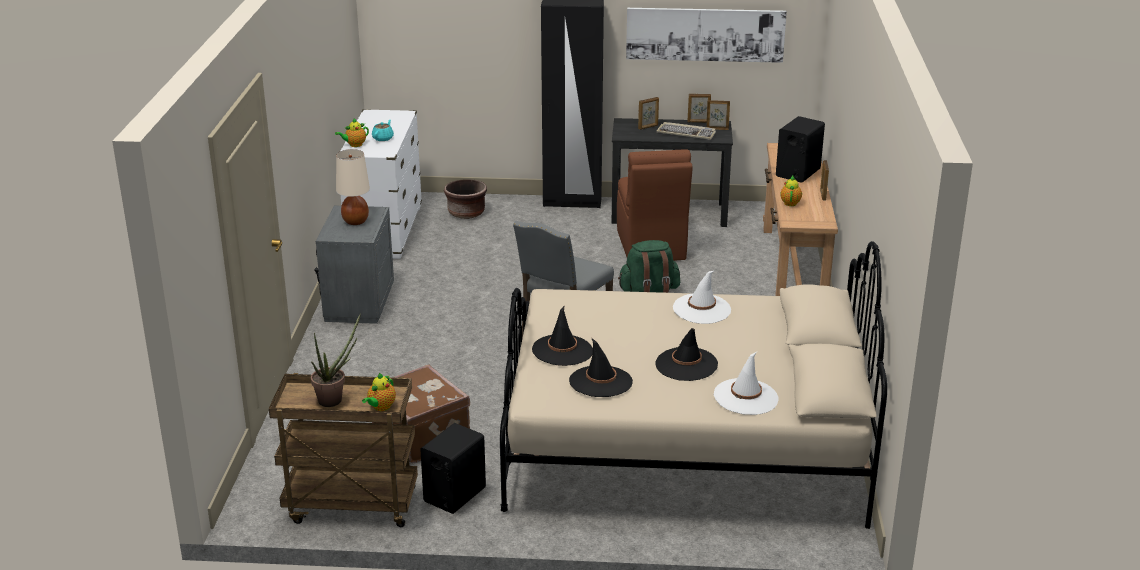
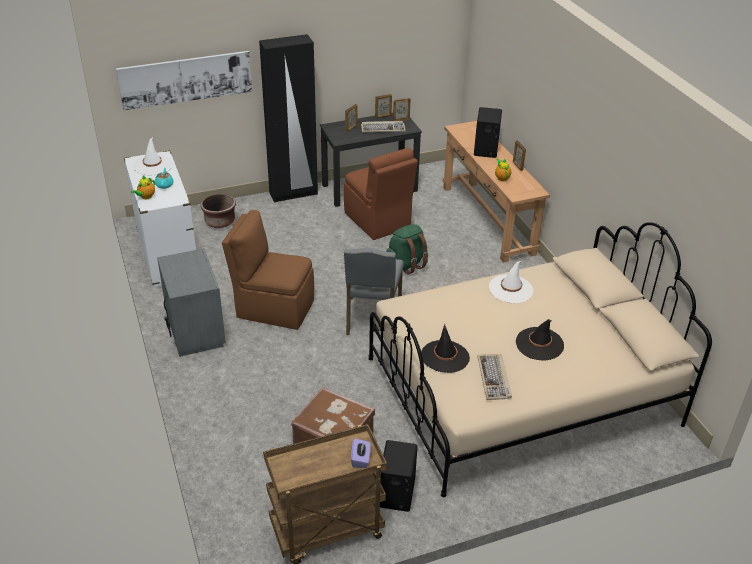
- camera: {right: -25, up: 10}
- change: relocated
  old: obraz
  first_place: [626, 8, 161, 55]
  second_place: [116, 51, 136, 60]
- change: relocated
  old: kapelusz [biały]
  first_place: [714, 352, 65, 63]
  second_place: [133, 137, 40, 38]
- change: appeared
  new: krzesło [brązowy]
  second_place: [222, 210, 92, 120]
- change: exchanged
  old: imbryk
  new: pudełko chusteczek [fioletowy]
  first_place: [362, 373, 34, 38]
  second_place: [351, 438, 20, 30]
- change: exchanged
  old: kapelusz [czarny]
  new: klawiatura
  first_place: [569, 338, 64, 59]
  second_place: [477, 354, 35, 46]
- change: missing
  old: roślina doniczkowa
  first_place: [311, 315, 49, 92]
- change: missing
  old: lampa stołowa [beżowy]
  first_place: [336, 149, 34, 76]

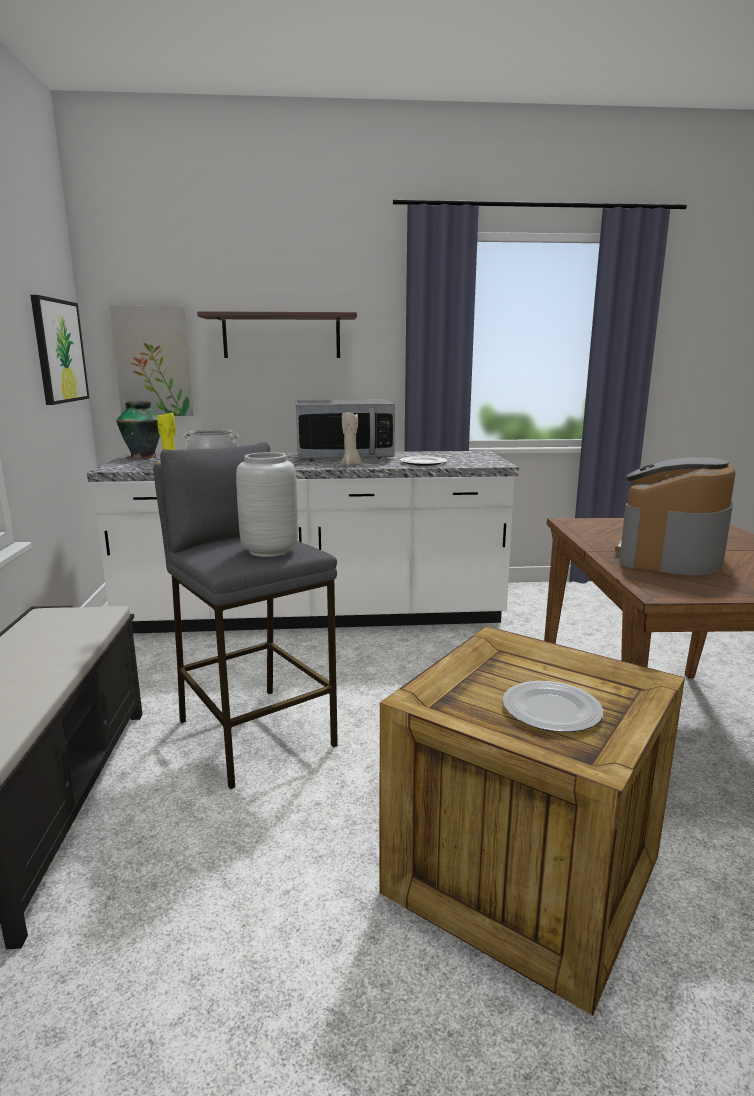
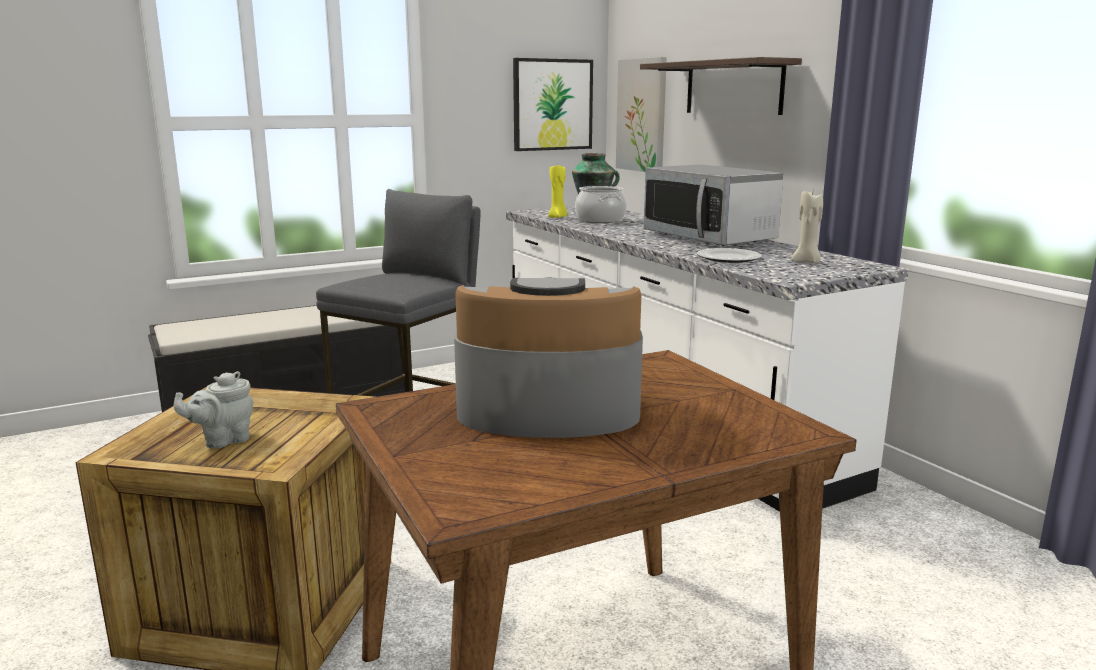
- camera: {right: 65, up: 0}
- change: exchanged
  old: talerz
  new: imbryk [szary]
  first_place: [502, 681, 101, 51]
  second_place: [174, 371, 79, 77]
- change: relocated
  old: świeca [beżowy]
  first_place: [341, 412, 21, 54]
  second_place: [791, 191, 32, 72]
- change: missing
  old: wazon [szary]
  first_place: [236, 452, 62, 105]

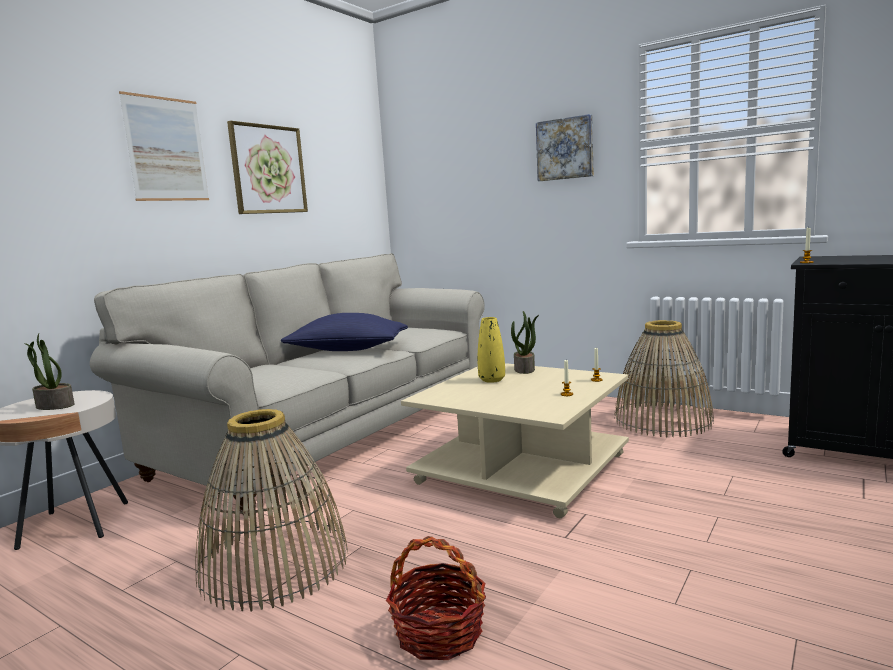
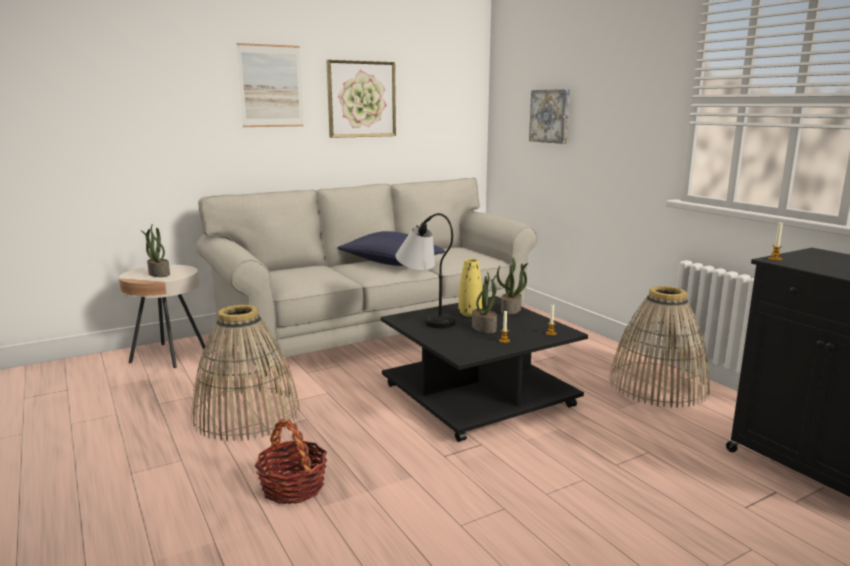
- camera: {right: 25, up: 5}
- change: colour
  old: ława [beżowy]
  new: ława [czarny]
  first_place: [401, 363, 228, 155]
  second_place: [381, 296, 207, 146]
- change: appeared
  new: lampa stołowa
  second_place: [395, 213, 61, 115]
- change: appeared
  new: roślina doniczkowa
  second_place: [472, 271, 26, 62]
- change: relocated
  old: obraz
  first_place: [536, 114, 57, 67]
  second_place: [529, 89, 41, 55]

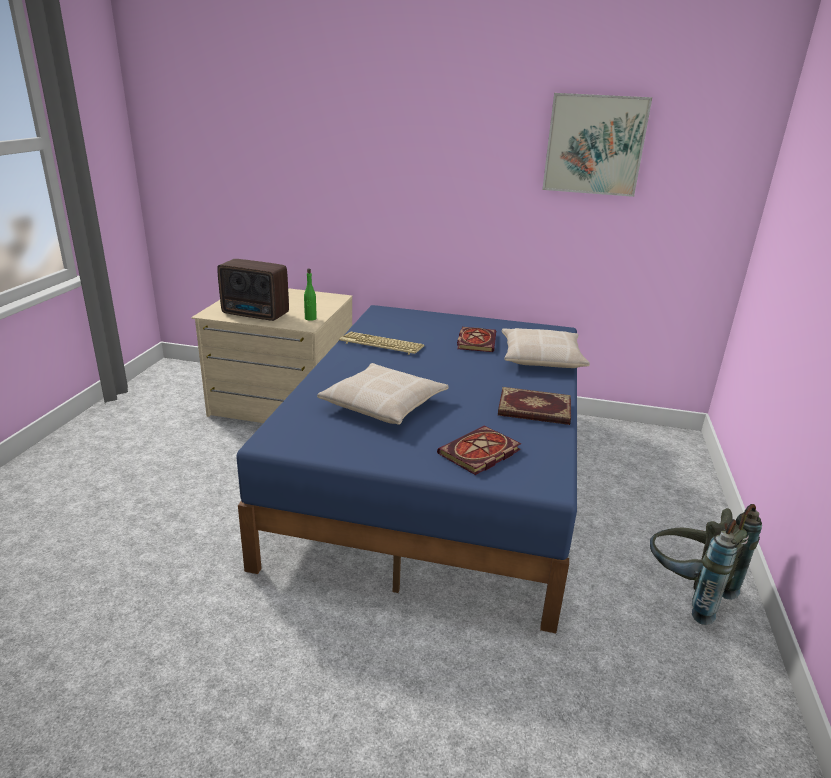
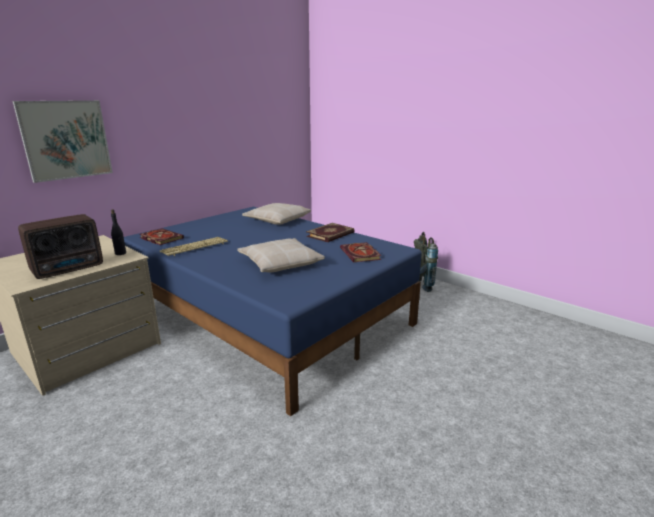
- camera: {right: -60, up: -5}
- change: relocated
  old: obraz
  first_place: [542, 93, 110, 104]
  second_place: [13, 100, 100, 83]
- change: colour
  old: butelka [zielony]
  new: butelka [czarny]
  first_place: [304, 269, 13, 52]
  second_place: [111, 209, 15, 46]
- change: relocated
  old: książka
  first_place: [457, 327, 39, 25]
  second_place: [139, 228, 45, 17]

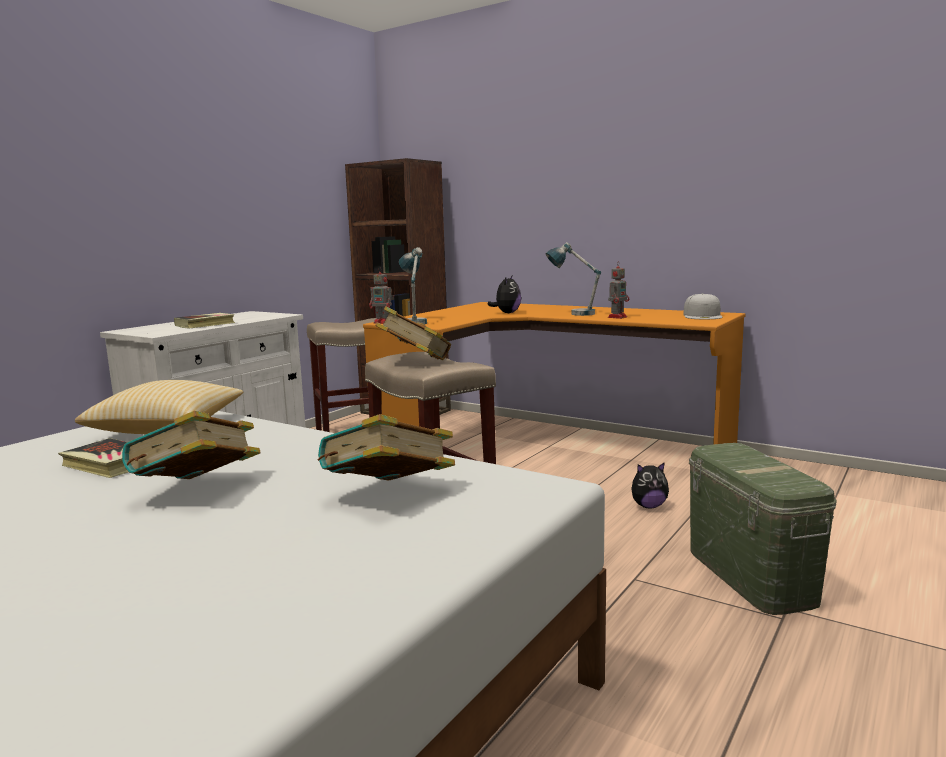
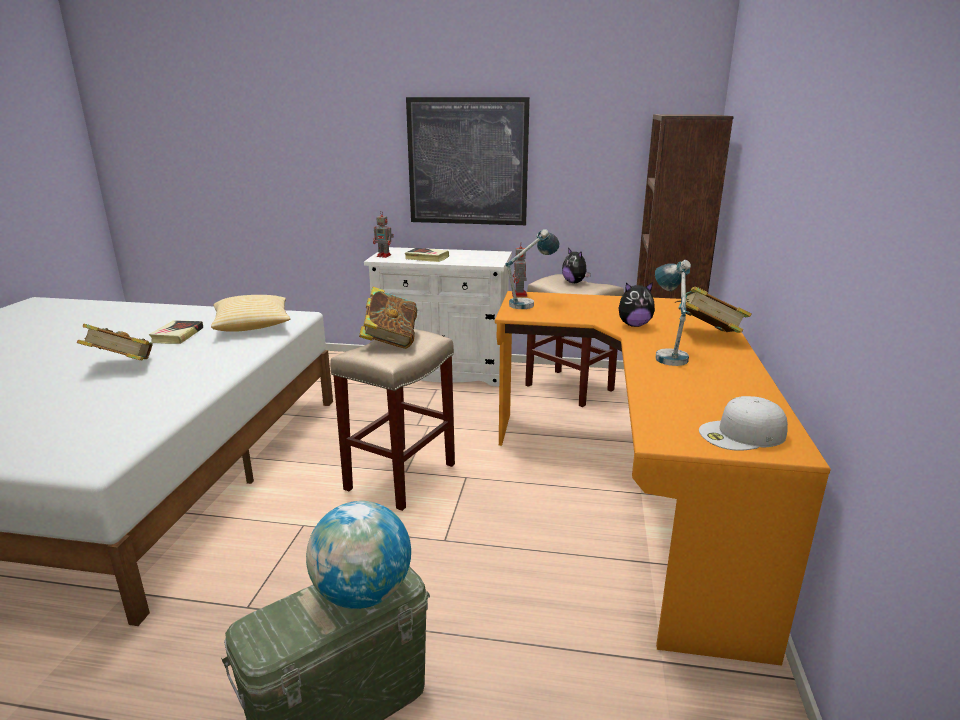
- camera: {right: 65, up: 10}
- change: appeared
  new: globus
  second_place: [306, 501, 105, 108]
- change: relocated
  old: robot zabawkowy
  first_place: [608, 261, 21, 58]
  second_place: [373, 212, 21, 46]
- change: appeared
  new: obraz
  second_place: [406, 97, 124, 128]
- change: relocated
  old: pluszak
  first_place: [631, 462, 38, 47]
  second_place: [562, 248, 29, 35]
- change: relocated
  old: książka
  first_place: [318, 414, 137, 66]
  second_place: [675, 286, 77, 47]

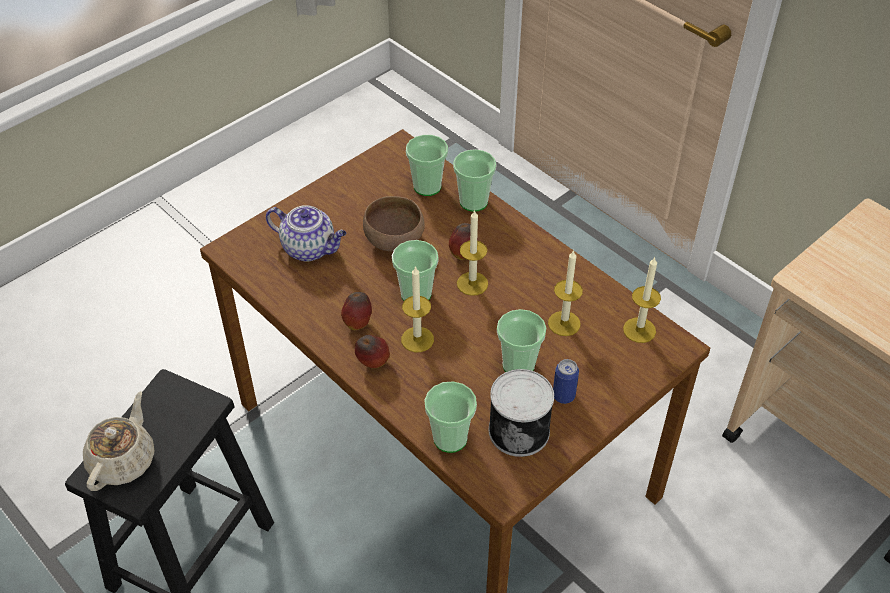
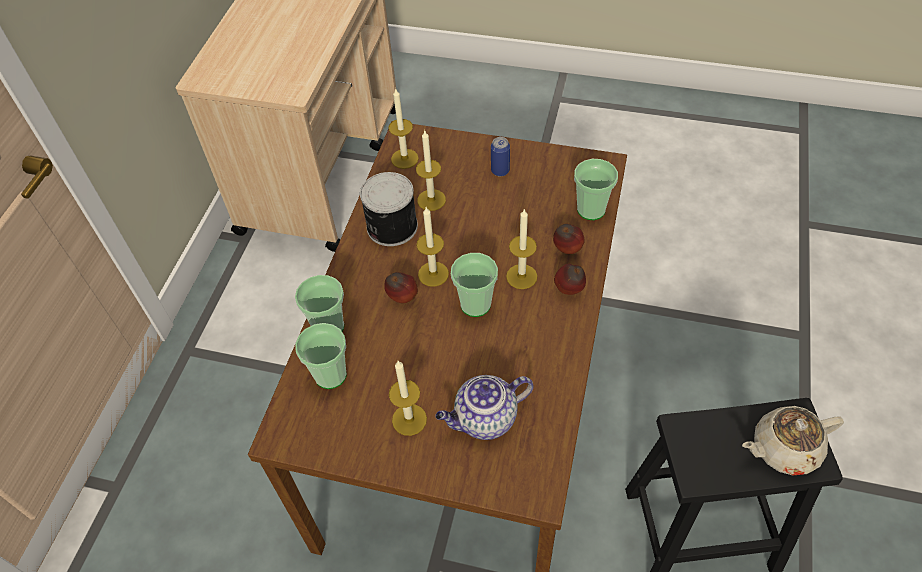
- camera: {right: -120, up: 5}
- change: relocated
  old: puszka
  first_place: [489, 369, 65, 88]
  second_place: [360, 172, 58, 74]
- change: appeared
  new: świeca
  second_place: [389, 361, 38, 75]
- change: spun
  old: imbryk
  first_place: [266, 205, 81, 57]
  second_place: [435, 375, 98, 65]
  degrees: -105
- change: relocated
  old: jabłko
  first_place: [341, 292, 31, 38]
  second_place: [553, 224, 32, 30]
- change: missing
  old: miska [brązowy]
  first_place: [363, 196, 62, 56]
- change: missing
  old: filiżanka
  first_place: [497, 309, 49, 63]

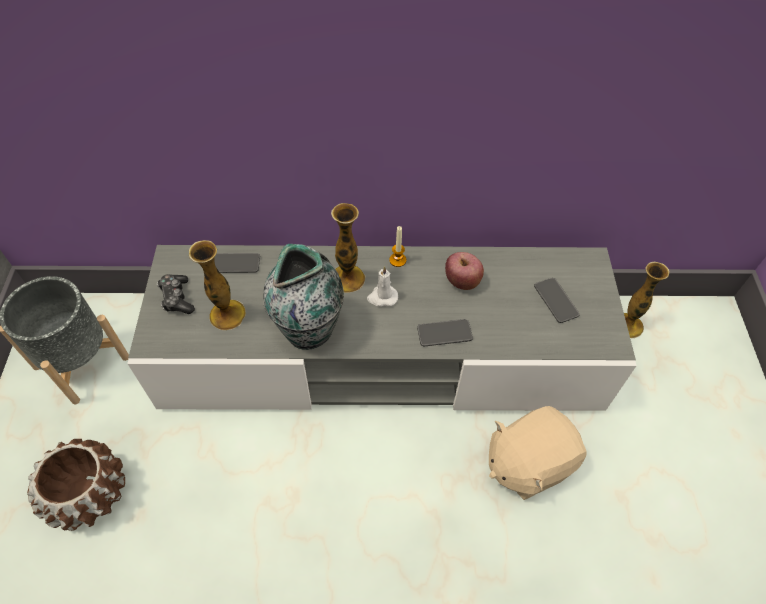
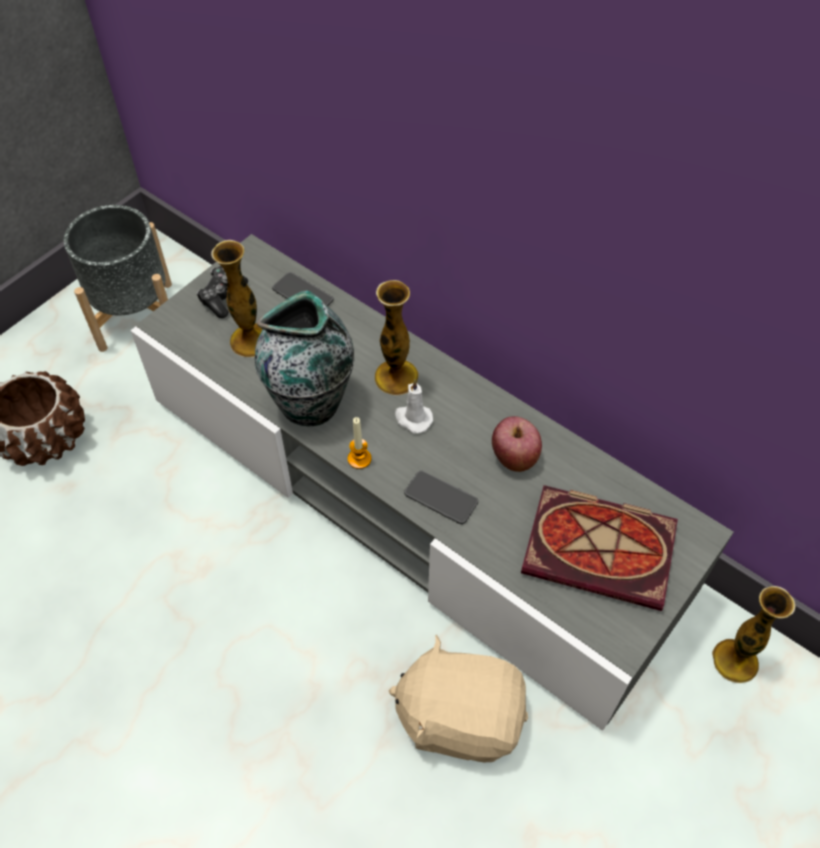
- camera: {right: 40, up: 0}
- change: relocated
  old: świeca
  first_place: [389, 226, 17, 41]
  second_place: [348, 417, 23, 52]
- change: exchanged
  old: telefon
  new: książka
  first_place: [534, 278, 46, 45]
  second_place: [521, 485, 157, 126]

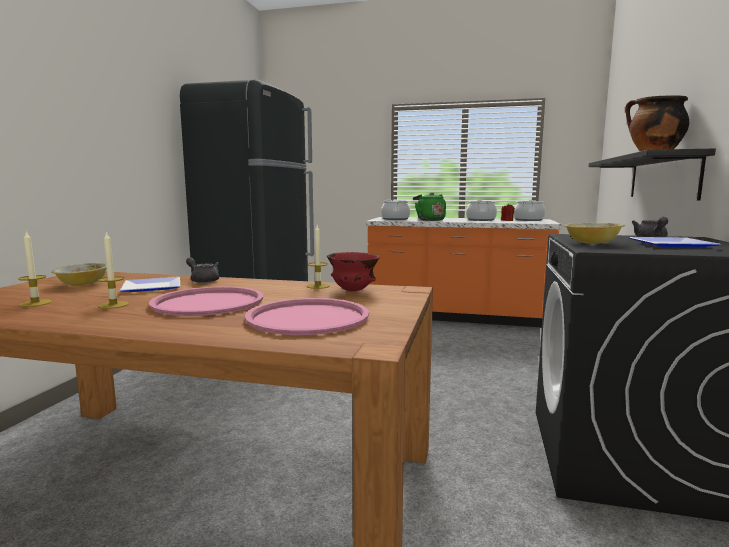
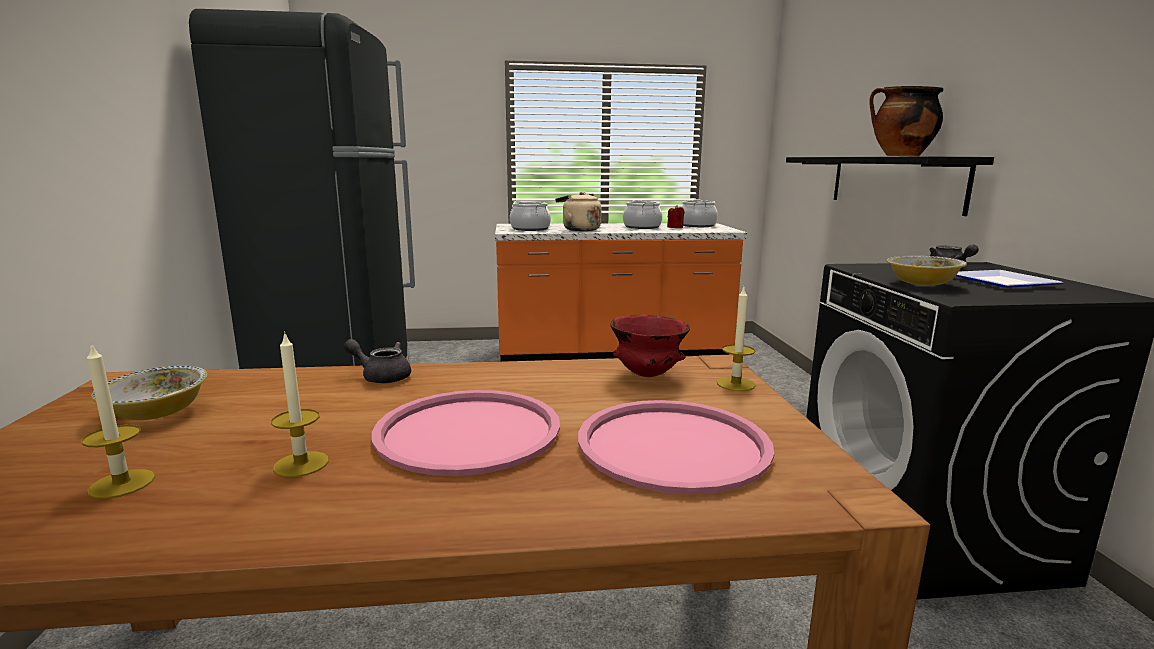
- camera: {right: -20, up: 5}
- change: colour
  old: czajnik [zielony]
  new: czajnik [beżowy]
  first_place: [413, 193, 33, 28]
  second_place: [555, 192, 46, 39]
- change: relocated
  old: świeca
  first_place: [307, 225, 23, 64]
  second_place: [717, 287, 38, 104]
- change: missing
  old: talerz
  first_place: [120, 277, 60, 15]

